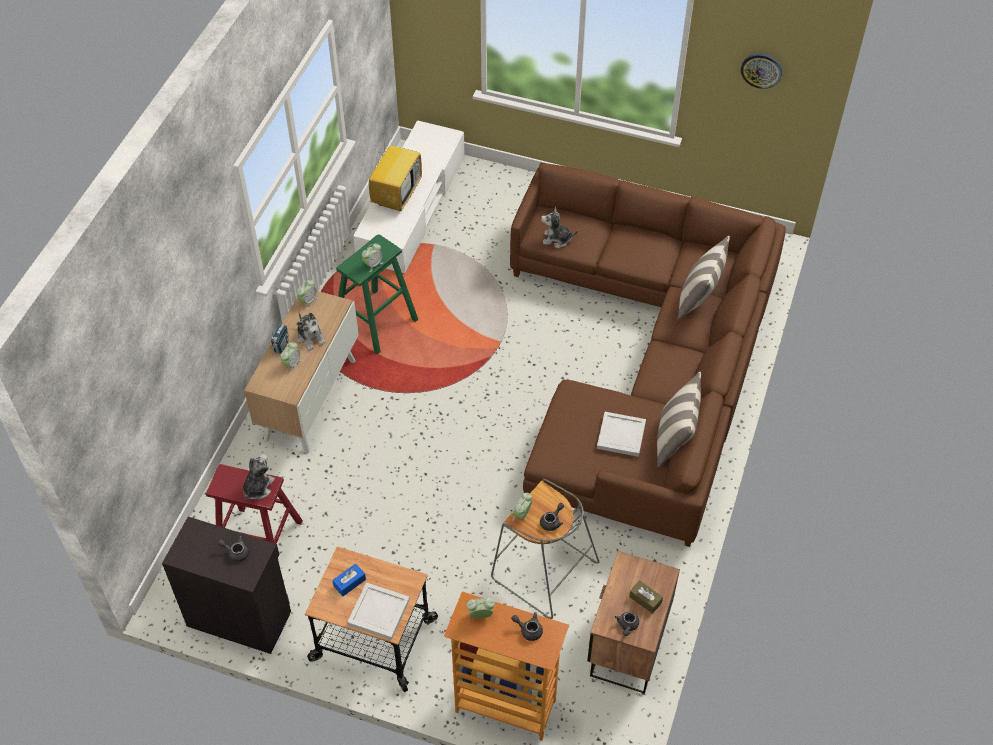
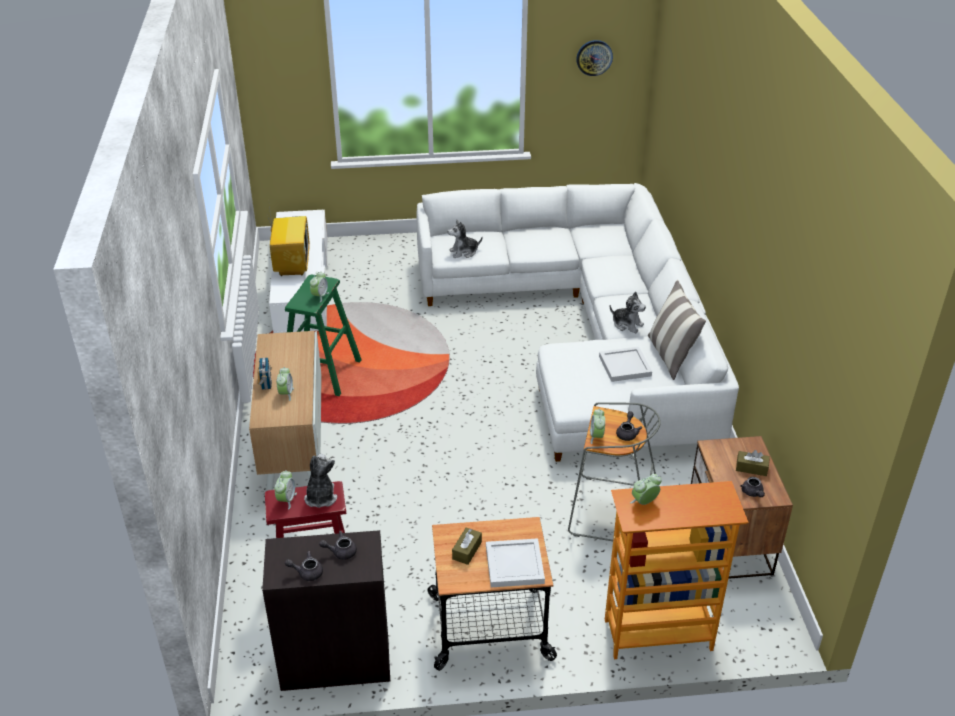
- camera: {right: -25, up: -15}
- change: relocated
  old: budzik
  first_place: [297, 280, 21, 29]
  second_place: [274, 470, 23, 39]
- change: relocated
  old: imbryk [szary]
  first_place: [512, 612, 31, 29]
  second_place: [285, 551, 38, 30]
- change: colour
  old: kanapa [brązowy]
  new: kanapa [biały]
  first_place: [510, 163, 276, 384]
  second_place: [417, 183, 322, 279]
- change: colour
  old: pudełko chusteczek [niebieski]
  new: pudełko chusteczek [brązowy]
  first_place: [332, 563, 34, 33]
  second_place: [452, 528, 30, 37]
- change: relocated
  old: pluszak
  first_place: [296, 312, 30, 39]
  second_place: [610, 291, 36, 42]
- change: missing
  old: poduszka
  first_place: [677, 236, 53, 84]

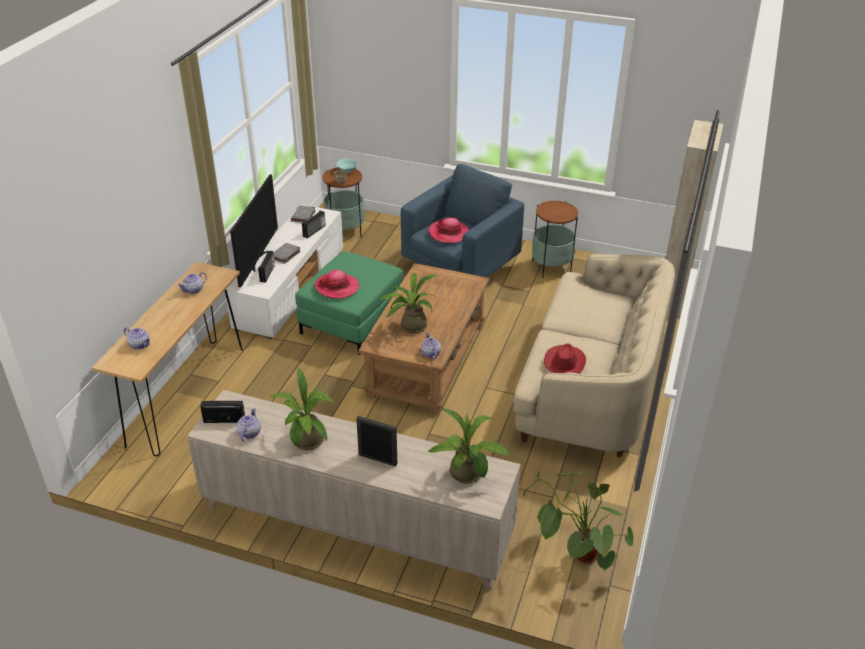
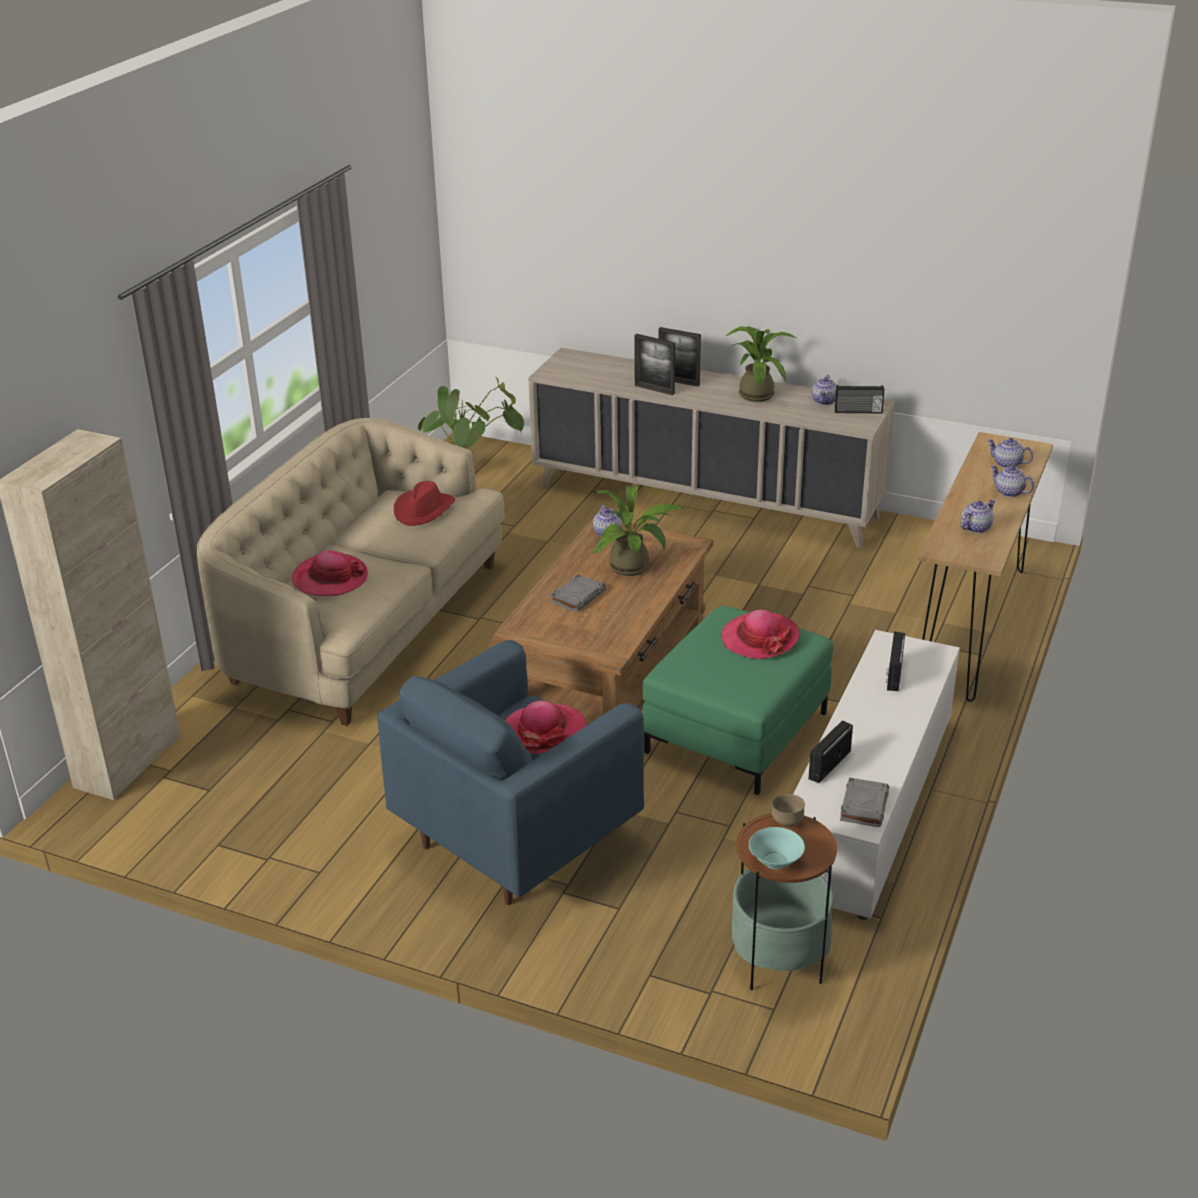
- camera: {right: -175, up: -5}
- change: appeared
  new: kapelusz
  second_place: [292, 550, 76, 46]
- change: relocated
  old: książka [szary]
  first_place: [273, 243, 28, 21]
  second_place: [550, 574, 56, 38]
- change: appeared
  new: ramka na zdjęcie
  second_place: [634, 334, 41, 61]
- change: appeared
  new: imbryk
  second_place: [990, 465, 44, 32]
- change: missing
  old: telewizor
  first_place: [230, 175, 48, 112]
- change: missing
  old: roślina doniczkowa
  first_place: [427, 408, 84, 76]
- change: missing
  old: stolik
  first_place: [532, 201, 46, 77]

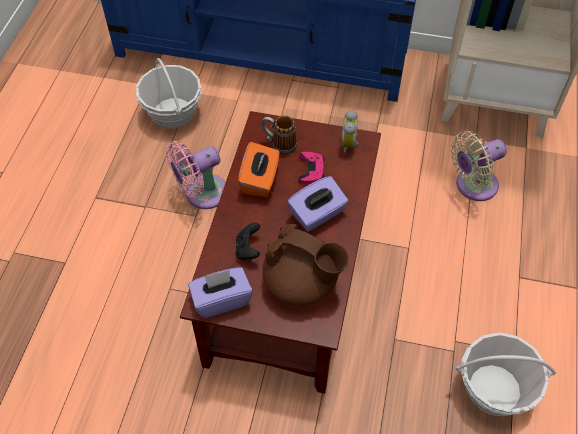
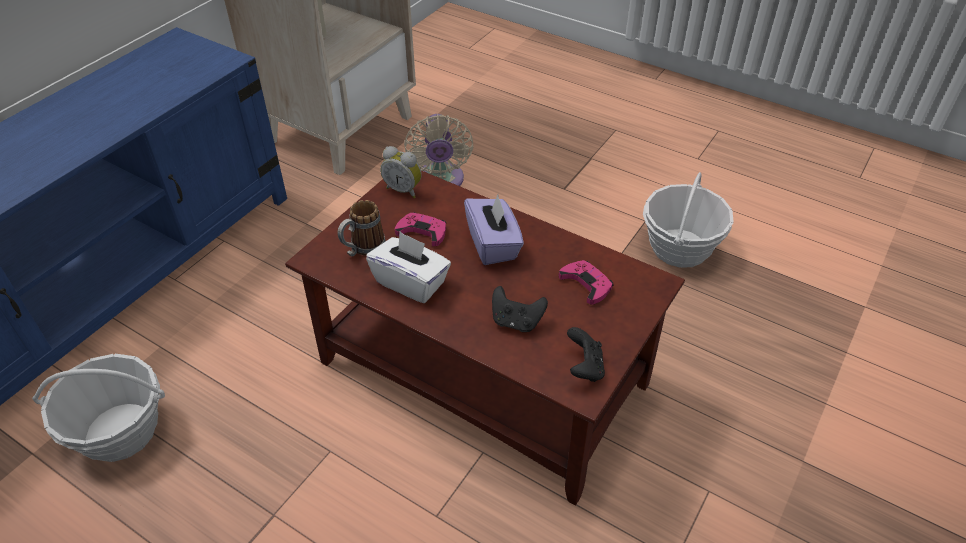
- camera: {right: -70, up: -10}
- change: colour
  old: pudełko chusteczek [pomarańczowy]
  new: pudełko chusteczek [biały]
  first_place: [238, 142, 42, 55]
  second_place: [366, 232, 85, 71]
- change: exchanged
  old: imbryk [brązowy]
  new: pad do gier [różowy]
  first_place: [263, 224, 86, 81]
  second_place: [559, 260, 55, 45]
- change: exchanged
  old: pudełko chusteczek [fioletowy]
  new: pad do gier [czarny]
  first_place: [188, 267, 65, 51]
  second_place: [567, 327, 38, 55]
- change: missing
  old: wentylator [różowy]
  first_place: [166, 141, 60, 68]

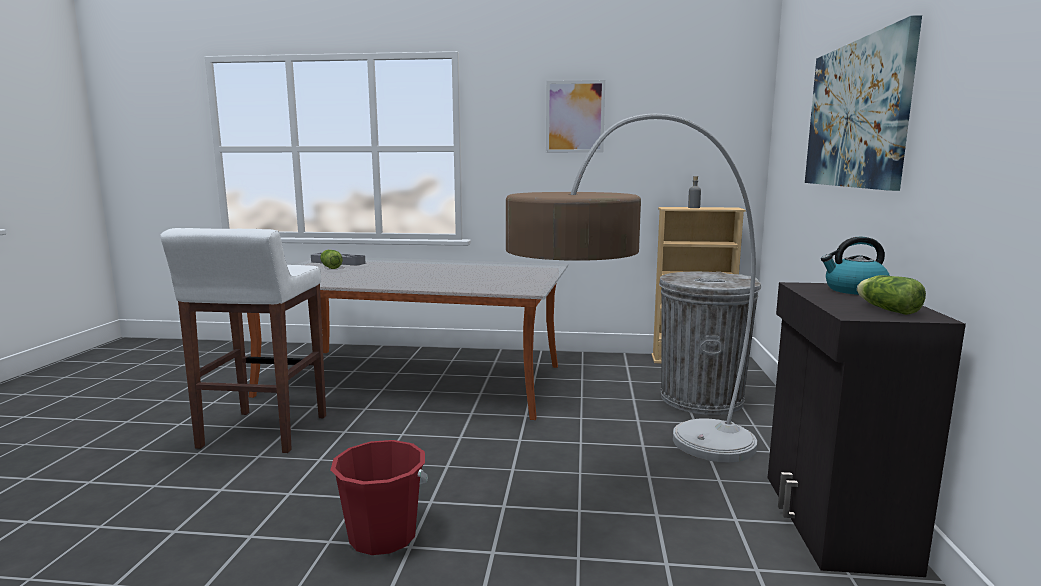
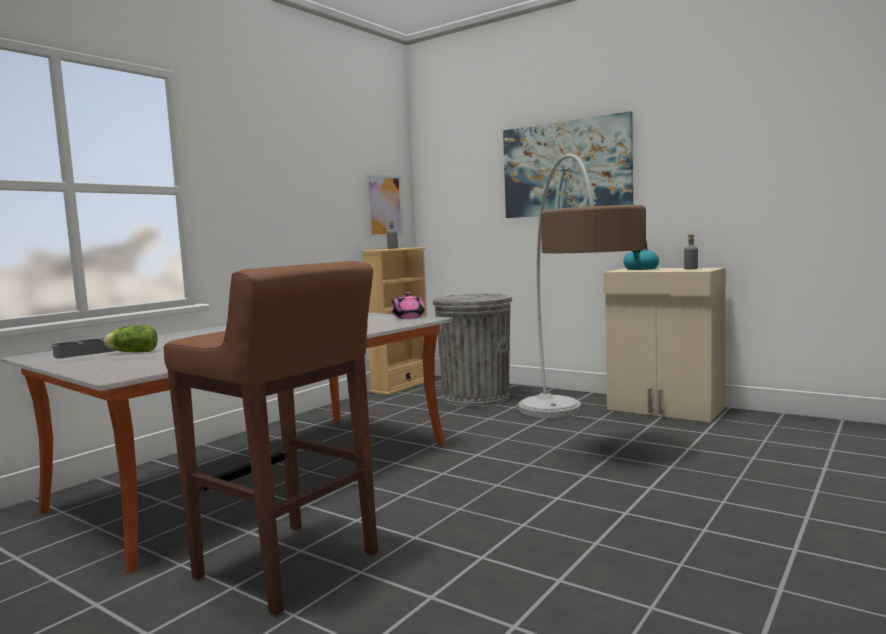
- camera: {right: -60, up: -5}
- change: colour
  old: stołek [biały]
  new: stołek [brązowy]
  first_place: [160, 228, 166, 225]
  second_place: [164, 261, 214, 355]
- change: relocated
  old: obraz
  first_place: [546, 80, 59, 73]
  second_place: [365, 173, 39, 64]
- change: appeared
  new: imbryk [różowy]
  second_place: [390, 292, 35, 27]
- change: colour
  old: szafka [czarny]
  new: szafka [beżowy]
  first_place: [768, 282, 198, 295]
  second_place: [603, 268, 123, 154]
- change: exchanged
  old: sałata
  new: butelka [szary]
  first_place: [857, 275, 69, 40]
  second_place: [684, 234, 14, 36]
- change: missing
  old: wiadro [czerwony]
  first_place: [330, 440, 98, 115]

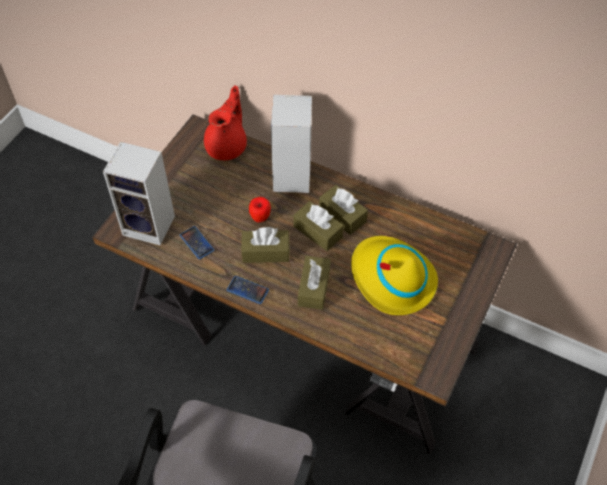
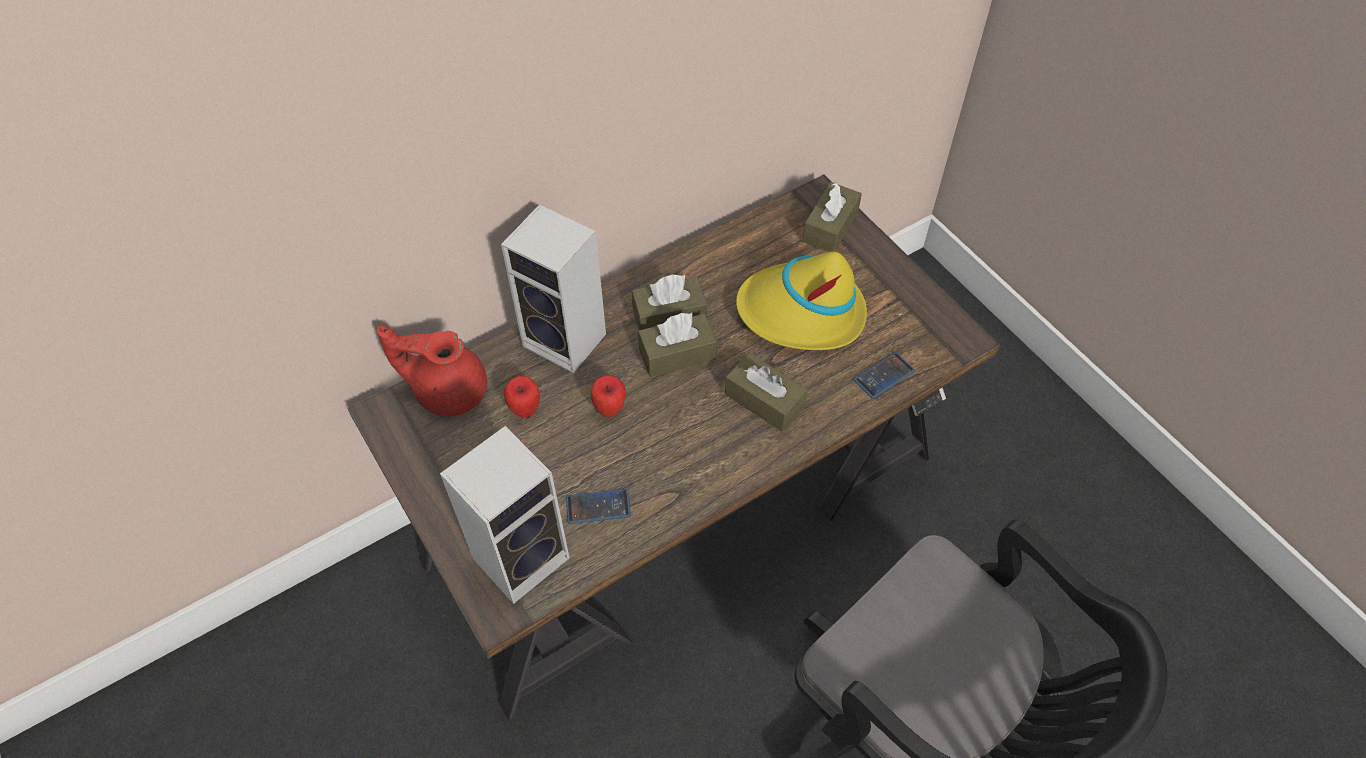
- camera: {right: -60, up: 0}
- change: spun
  old: imbryk [czerwony]
  first_place: [204, 85, 43, 75]
  second_place: [377, 325, 110, 91]
  degrees: -45
- change: appeared
  new: jabłko
  second_place: [504, 375, 36, 43]
- change: relocated
  old: pudełko chusteczek [brązowy]
  first_place: [241, 227, 49, 36]
  second_place: [802, 182, 60, 70]
- change: relocated
  old: telefon
  first_place: [226, 276, 43, 28]
  second_place: [854, 352, 61, 47]

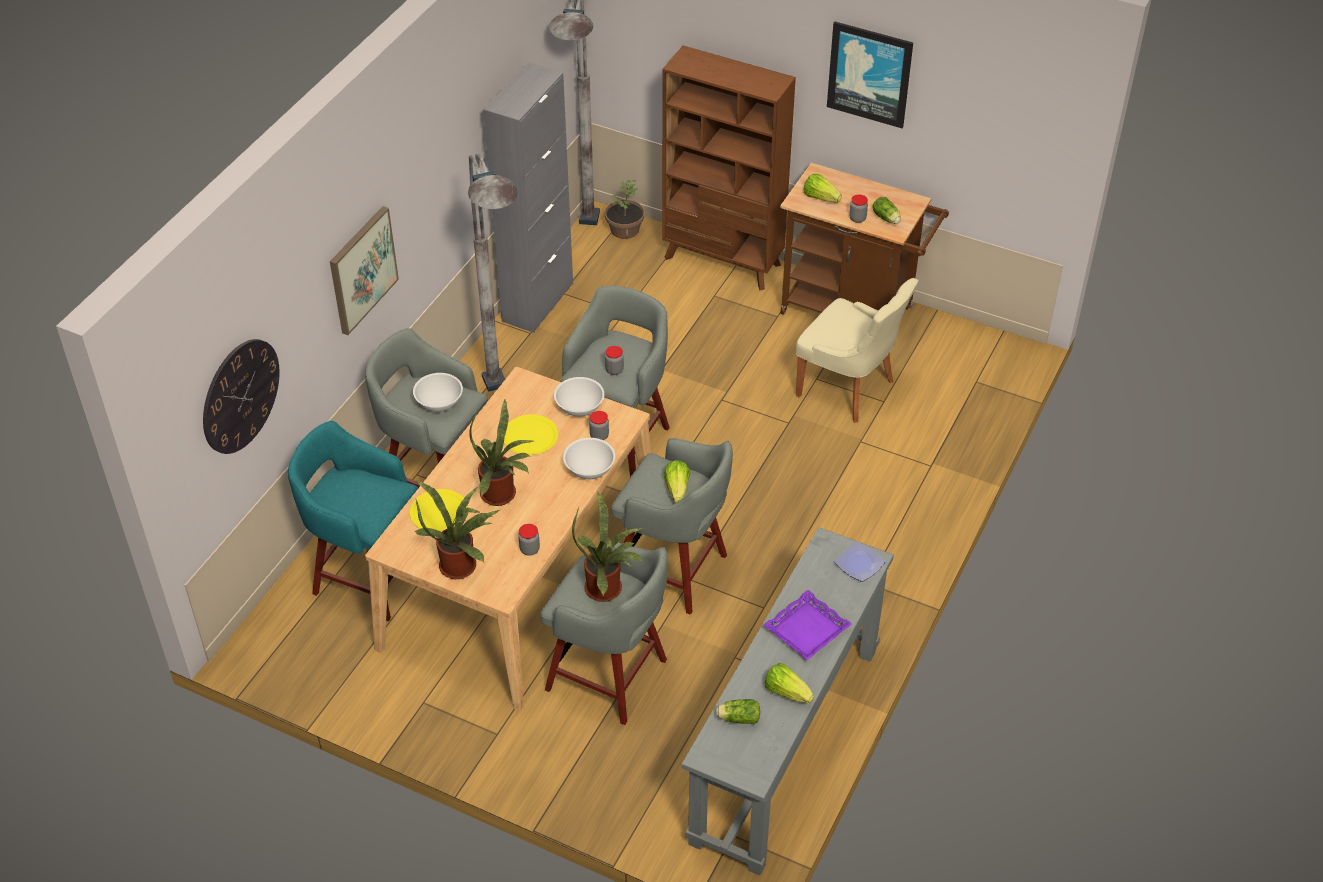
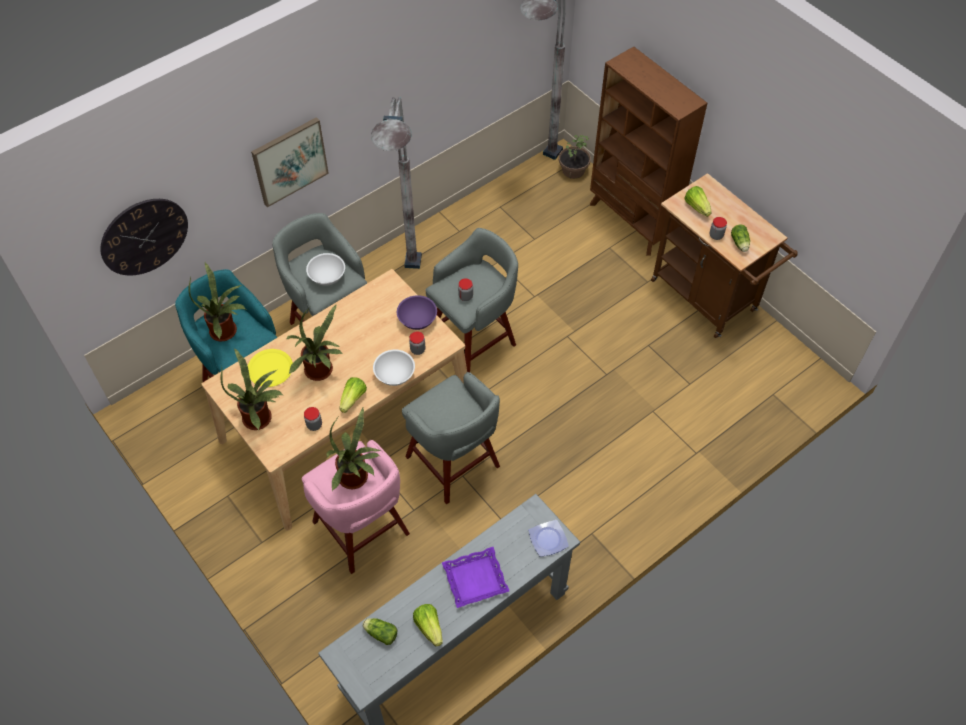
- camera: {right: 25, up: 10}
- change: appeared
  new: roślina doniczkowa
  second_place: [189, 262, 57, 79]
- change: colour
  old: stołek [szary]
  new: stołek [różowy]
  first_place: [540, 543, 128, 182]
  second_place: [302, 440, 108, 134]
- change: relocated
  old: sałata
  first_place: [664, 460, 26, 43]
  second_place: [340, 377, 27, 36]
- change: colour
  old: miska [biały]
  new: miska [fioletowy]
  first_place: [554, 377, 50, 40]
  second_place: [397, 295, 40, 35]
- change: missing
  old: szafka [szary]
  first_place: [483, 62, 90, 271]
- change: missing
  old: talerz [żółty]
  first_place: [504, 415, 54, 40]
- change: missing
  old: krzesło [beżowy]
  first_place: [796, 278, 123, 145]
- change: missing
  old: obraz
  first_place: [827, 21, 86, 107]

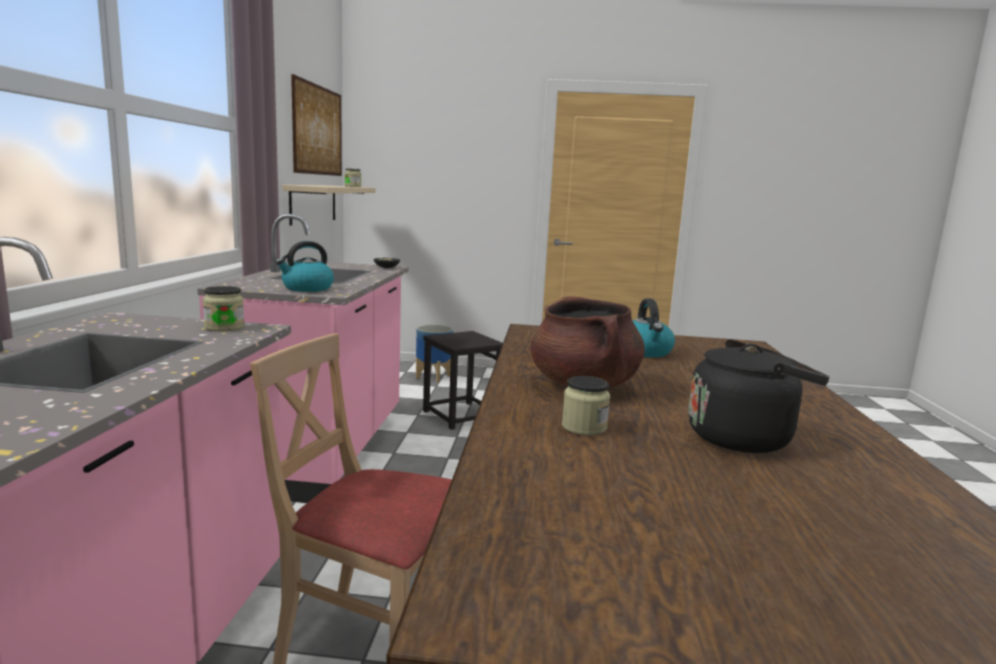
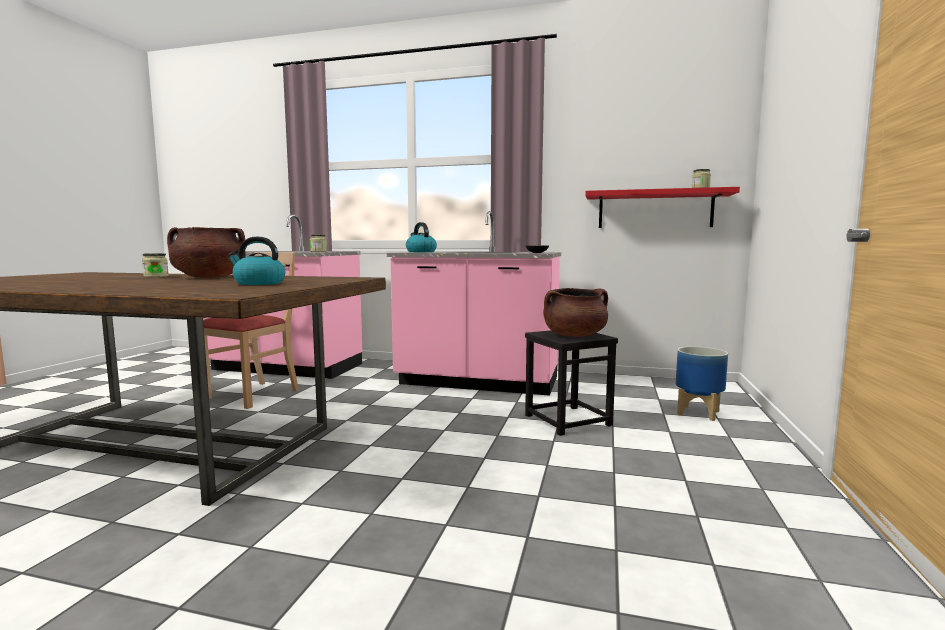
- camera: {right: 100, up: -5}
- change: appeared
  new: garnek [brązowy]
  second_place: [543, 288, 65, 49]
- change: colour
  old: półka [beżowy]
  new: półka [czerwony]
  first_place: [282, 185, 94, 41]
  second_place: [585, 187, 155, 41]
- change: missing
  old: obraz
  first_place: [291, 74, 51, 102]
- change: missing
  old: czajnik [czarny]
  first_place: [688, 339, 141, 114]

